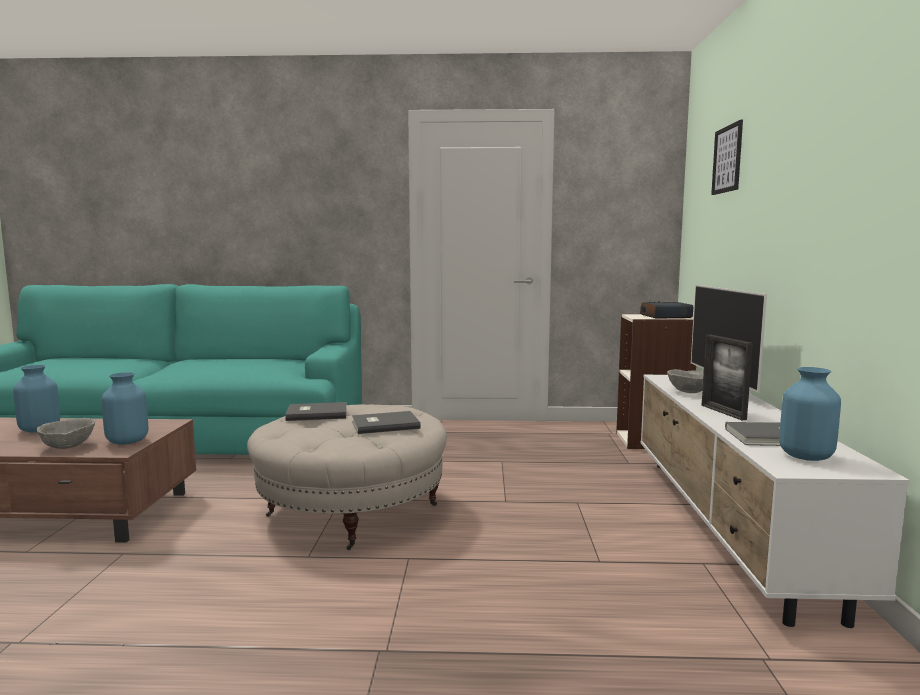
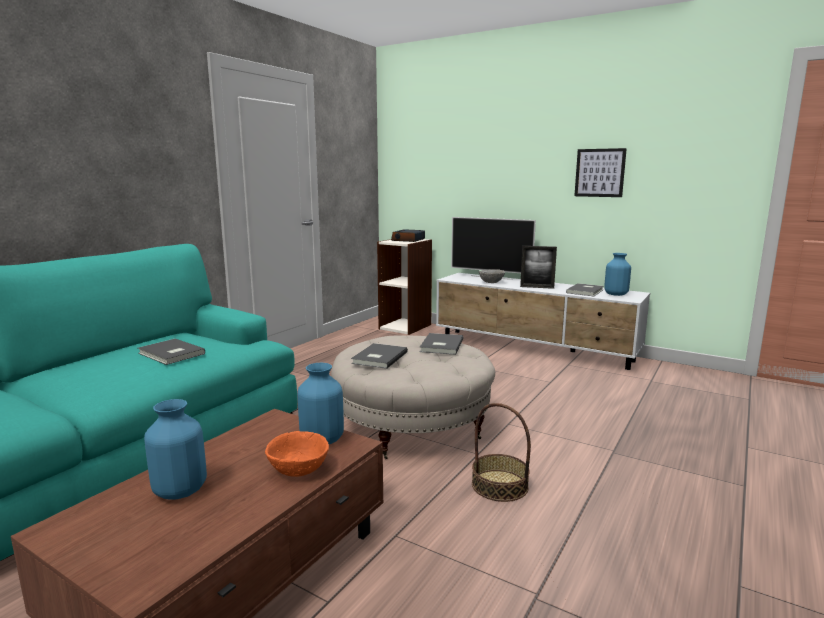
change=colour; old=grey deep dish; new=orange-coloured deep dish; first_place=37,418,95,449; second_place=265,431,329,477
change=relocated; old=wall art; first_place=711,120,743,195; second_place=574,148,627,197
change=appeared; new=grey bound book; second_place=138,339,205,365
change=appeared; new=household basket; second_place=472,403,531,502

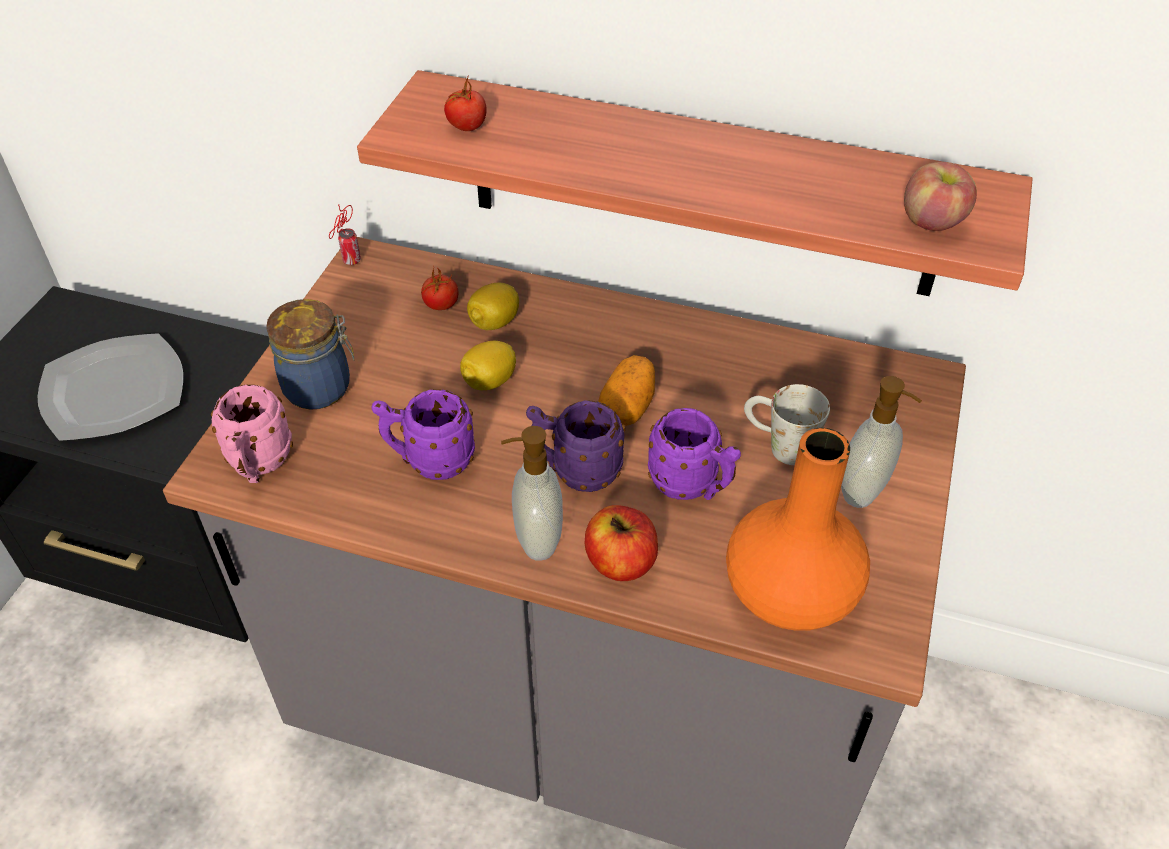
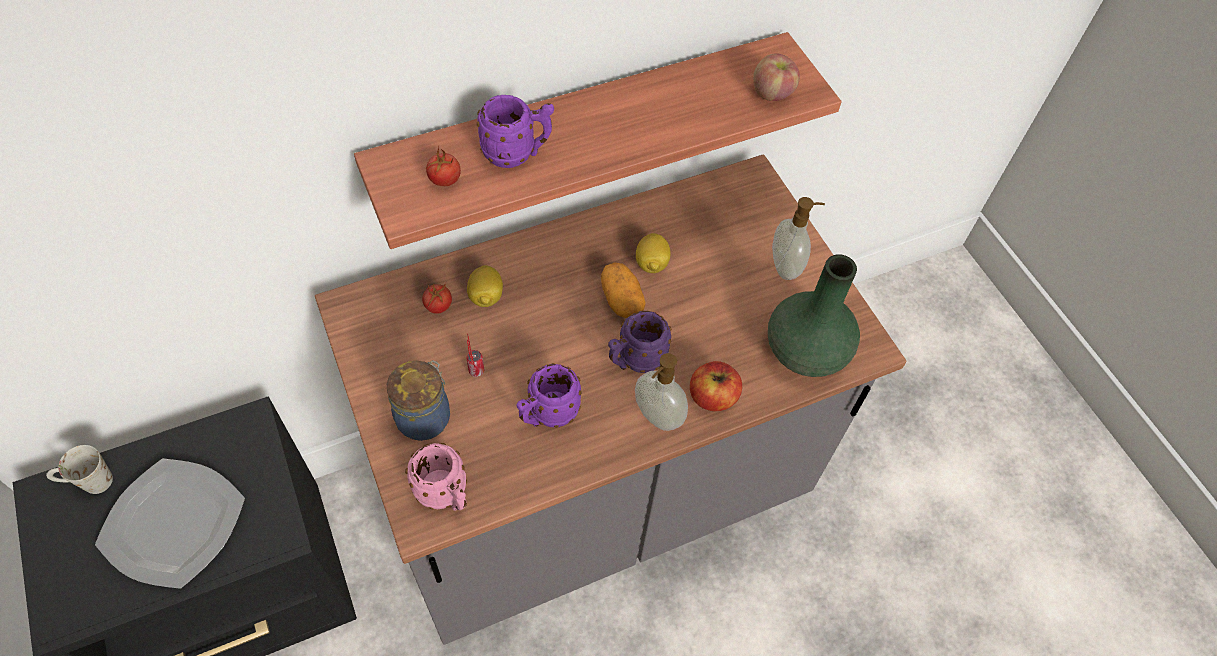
change=relocated; old=can; first_place=329,204,361,265; second_place=467,334,484,377
change=relocated; old=whole lemon; first_place=460,341,516,390; second_place=636,233,671,273
change=relocated; old=purplish mug; first_place=648,408,741,500; second_place=477,95,554,168
change=colour; old=orange-coloured vase; new=greenish vase; first_place=726,428,870,631; second_place=768,254,860,377
change=relocated; old=whitish mug; first_place=744,384,830,465; second_place=46,445,113,494

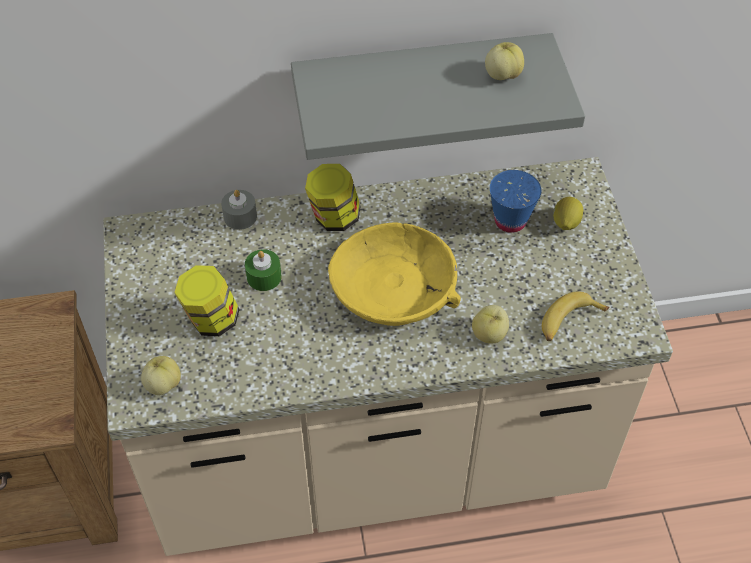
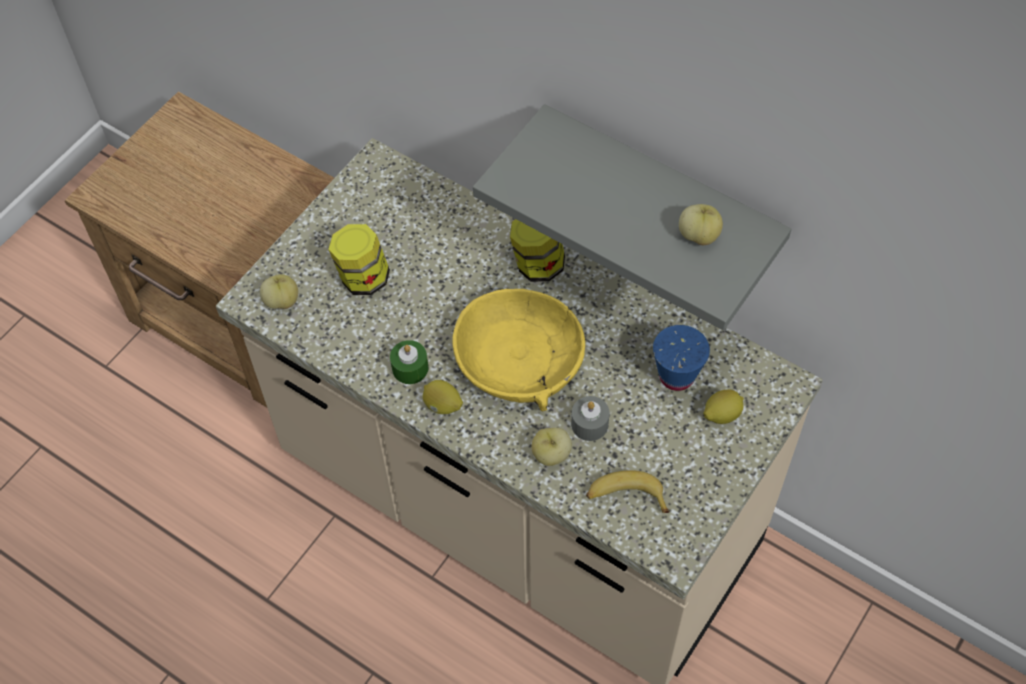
change=relocated; old=grey wax light; first_place=221,190,257,230; second_place=571,396,610,441
change=relocated; old=greenish wax light; first_place=245,249,281,291; second_place=390,340,428,384
change=appeared; new=whole lemon; second_place=422,380,463,414

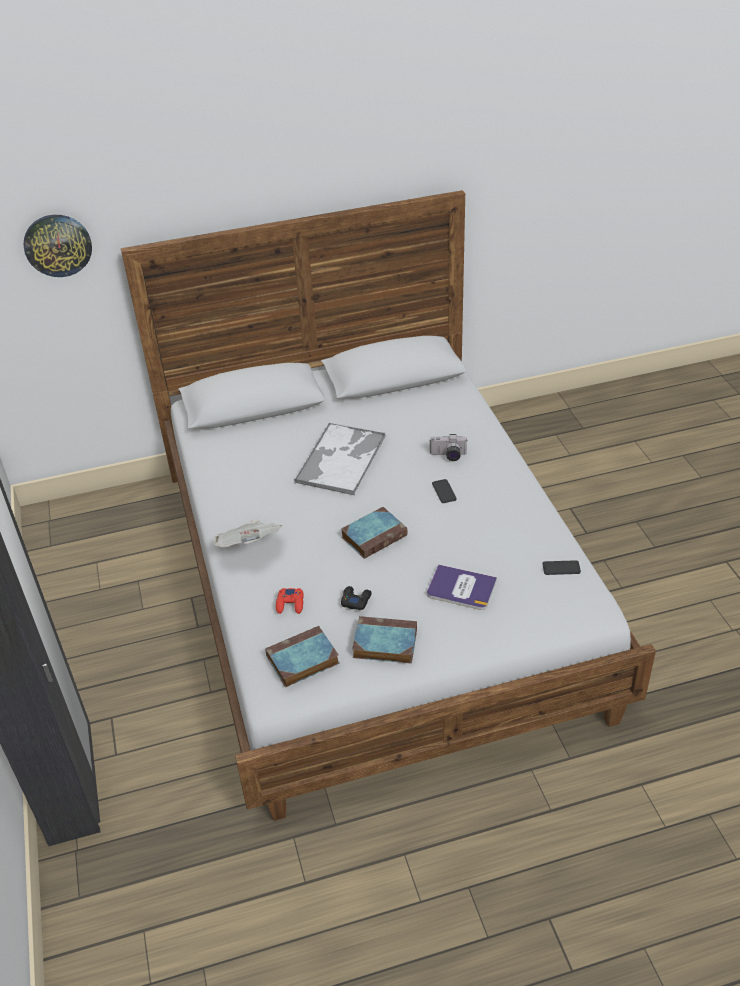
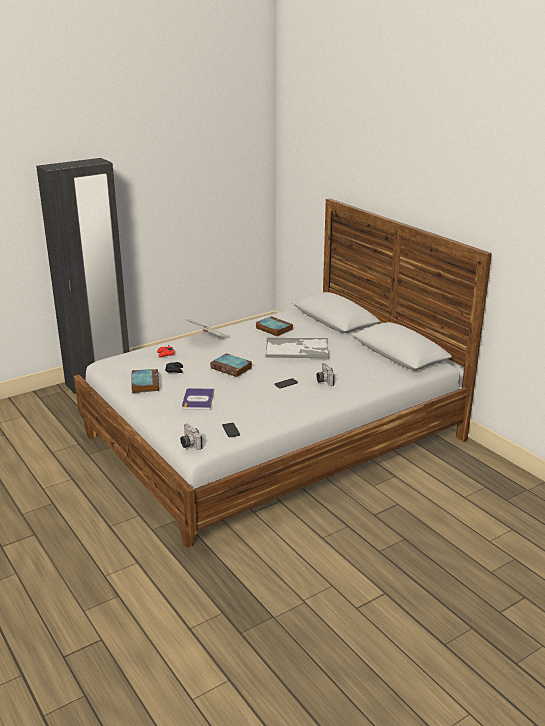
change=missing; old=hanging clock; first_place=24,215,92,277
change=relocated; old=bound book; first_place=265,626,339,687; second_place=256,316,293,337
change=appeared; new=photo camera; second_place=180,424,203,450

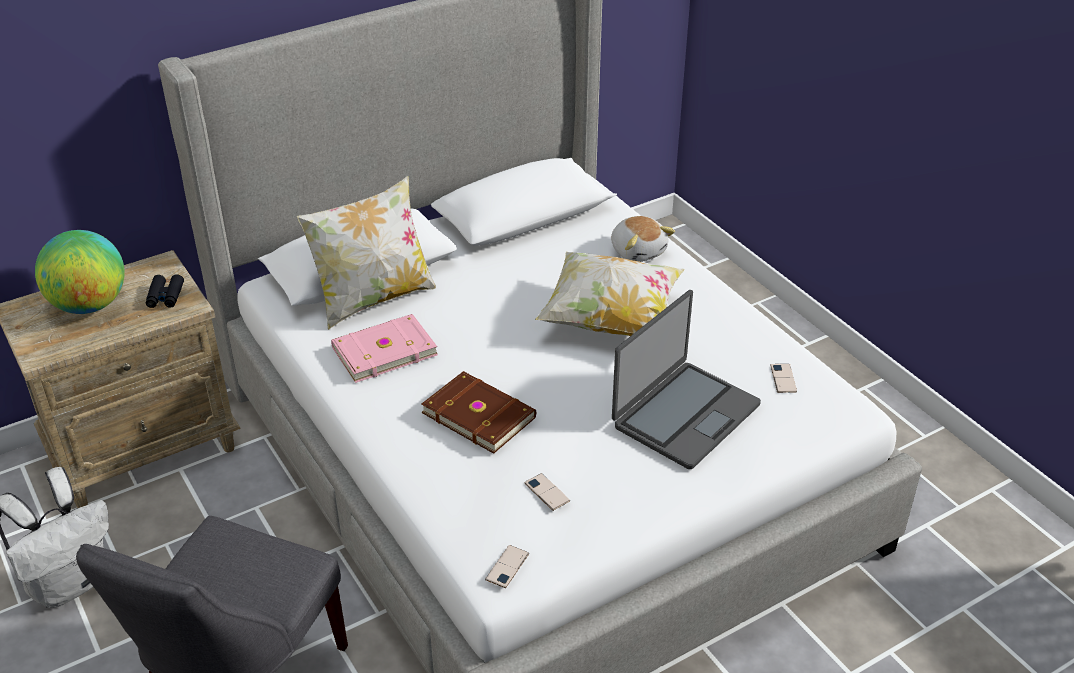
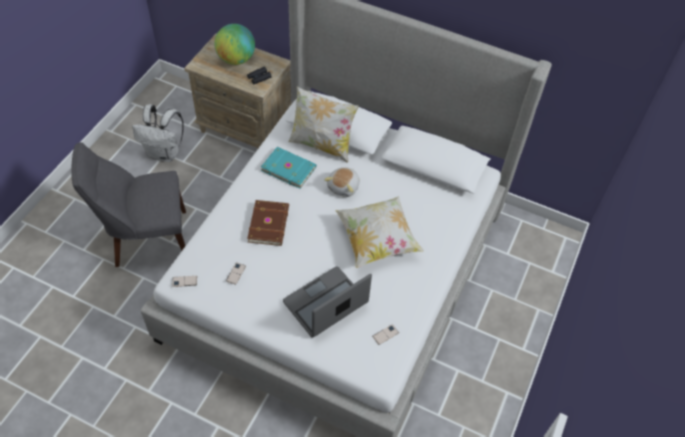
change=colour; old=pinkish bound book; new=turquoise bound book; first_place=331,314,438,383; second_place=261,147,317,189
change=relocated; old=soft toy; first_place=611,216,675,262; second_place=324,167,360,197
change=spun; old=portable computer; first_place=612,290,761,469; second_place=283,266,372,337; degrees=135

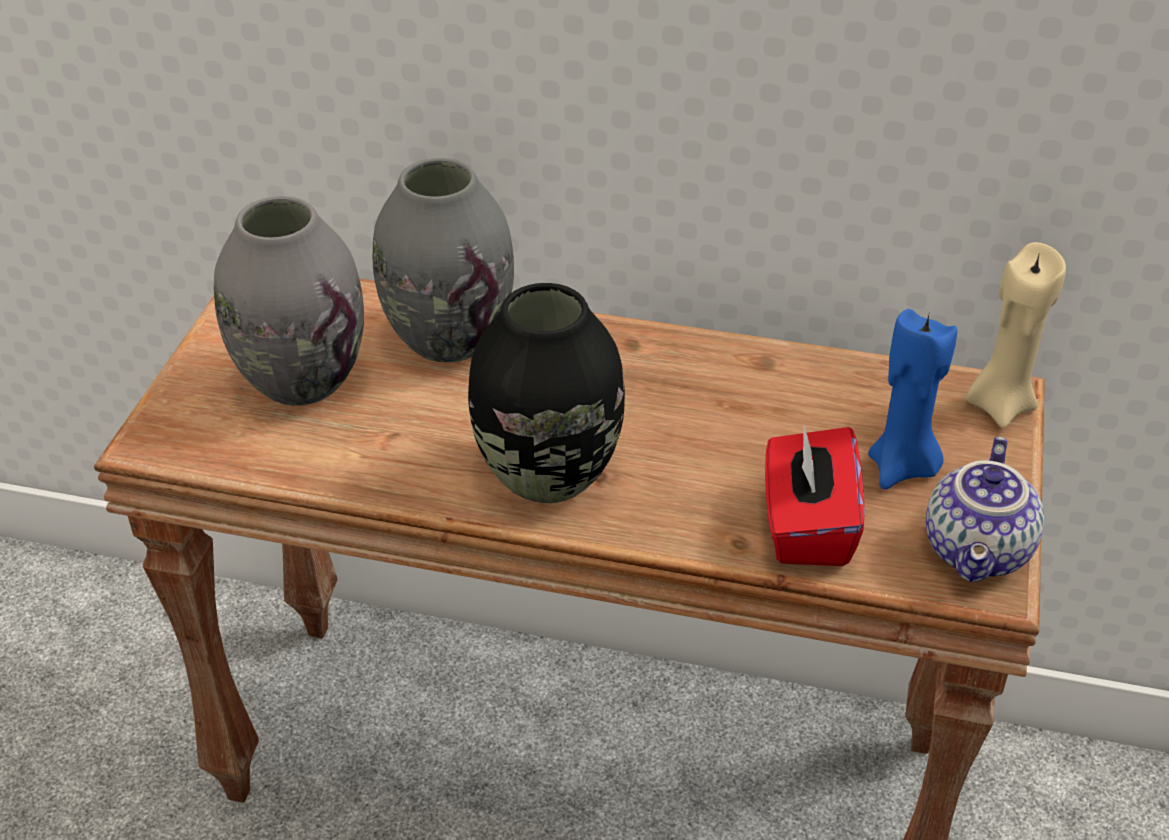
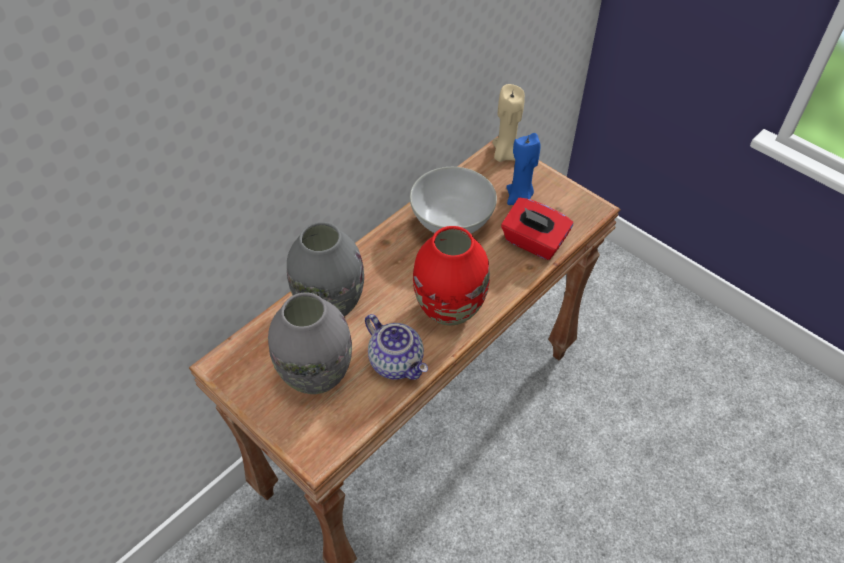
change=colour; old=black-coloured vase; new=red vase; first_place=468,283,625,503; second_place=413,226,490,325
change=relocated; old=teapot; first_place=926,436,1044,582; second_place=365,314,428,380
change=appeared; new=whitish deep dish; second_place=410,167,497,234

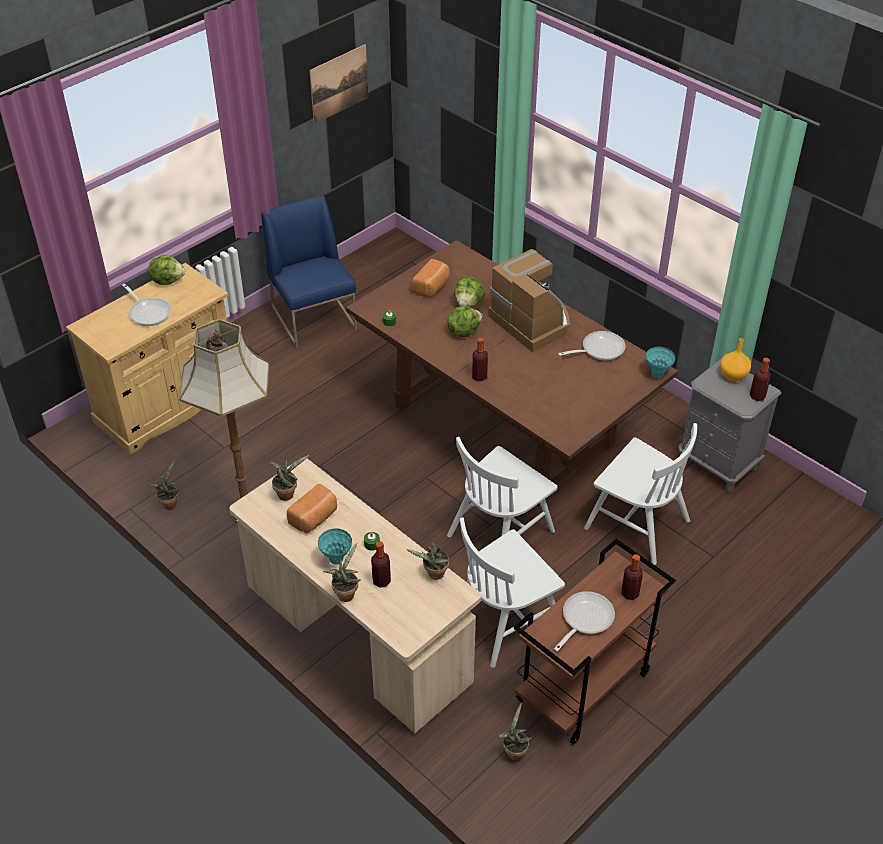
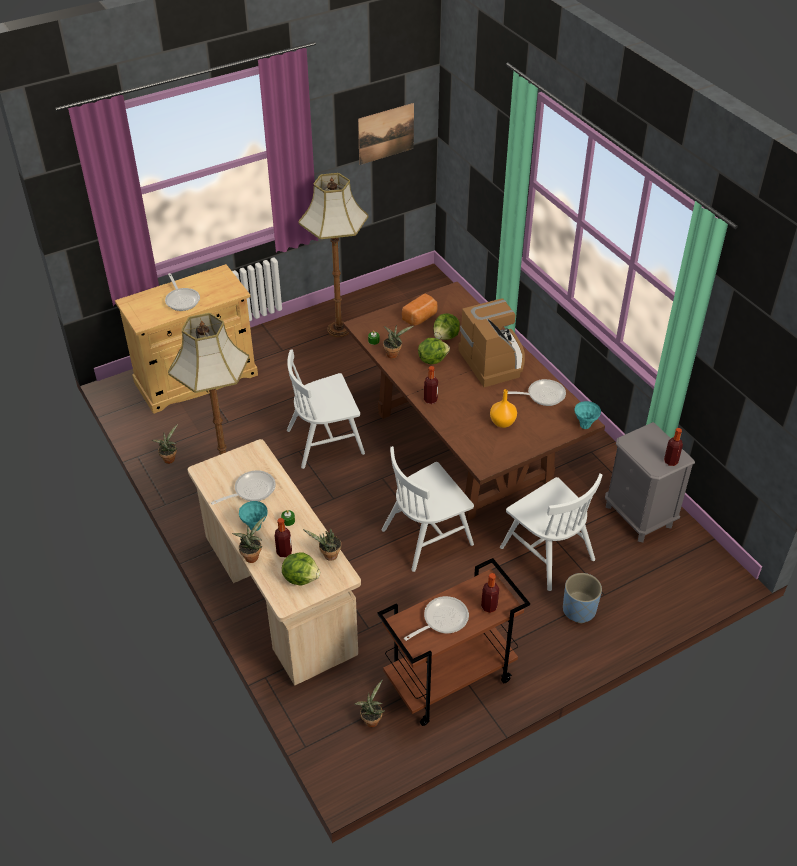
change=relocated; old=head of lettuce; first_place=148,255,185,285; second_place=282,552,320,585
change=exchanged; old=blue upright chair; new=standard lamp; first_place=261,195,357,348; second_place=298,173,368,337
change=relocated; old=houseplant; first_place=269,455,309,501; second_place=383,325,414,359
change=exchanged; old=bakery bread; new=pan; first_place=287,484,337,533; second_place=211,470,276,505
change=relocated; old=whitish upright chair; first_place=460,517,565,668; second_place=287,349,365,469
change=relocated; old=orange-coloured vase; first_place=720,338,751,382; second_place=490,389,517,428
change=appeared; new=blue flower pot; second_place=563,573,602,623

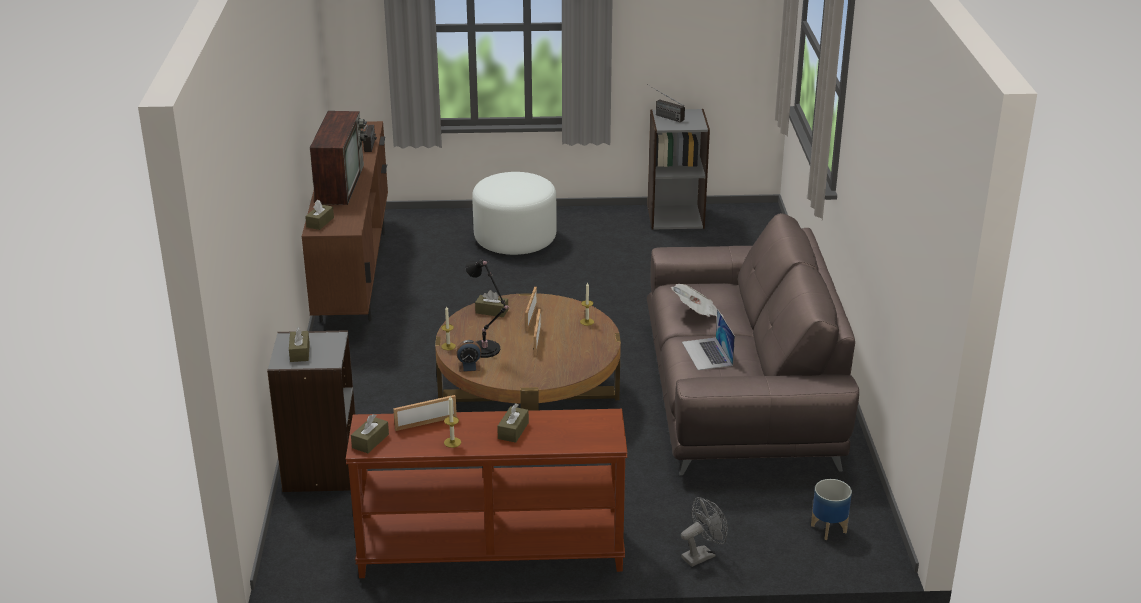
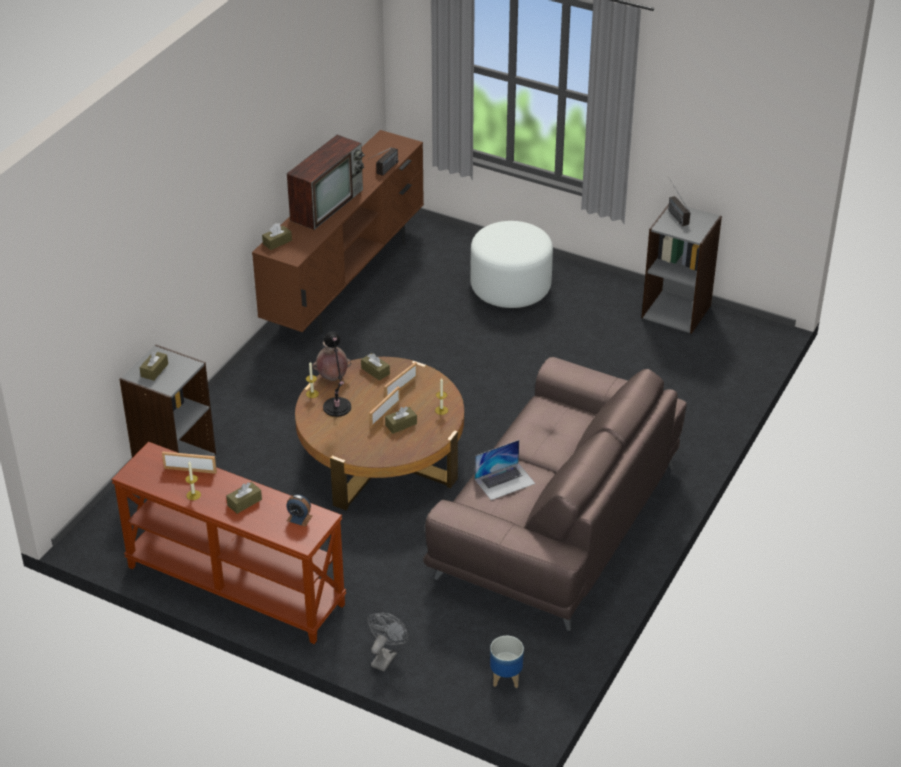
change=relocated; old=brownish box of tissues; first_place=351,414,389,453; second_place=385,406,417,434
change=relocated; old=bedside clock; first_place=456,340,481,372; second_place=287,494,312,527
change=missing; old=newspaper; first_place=671,284,724,317
change=spun; old=grey fan; first_place=681,497,728,567; second_place=367,613,409,671; degrees=-60
change=spun; old=portable computer; first_place=682,309,735,370; second_place=474,440,535,500; degrees=-135
change=appeared; new=brownish vase; second_place=312,341,351,381

